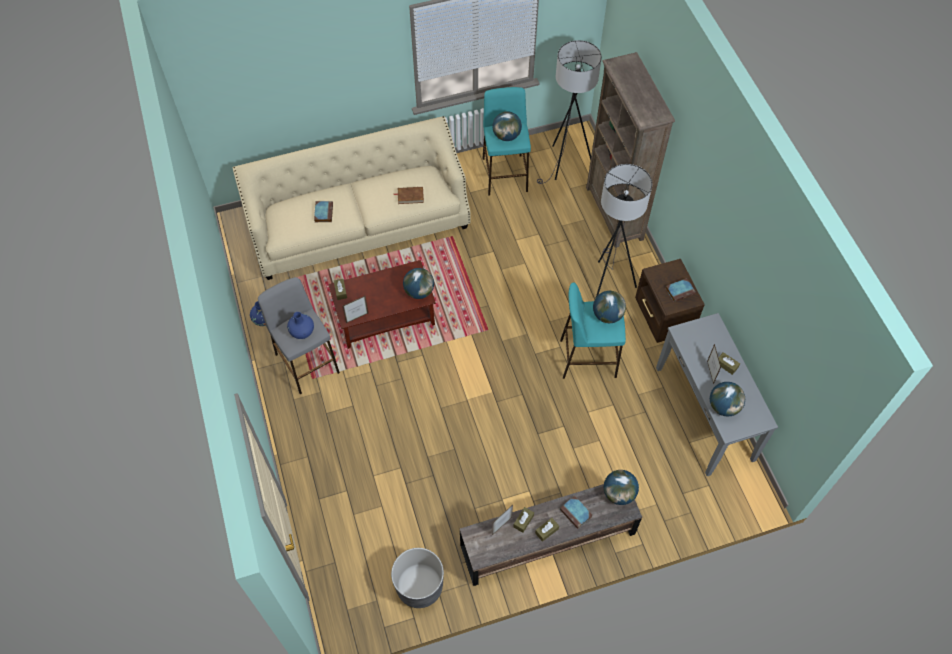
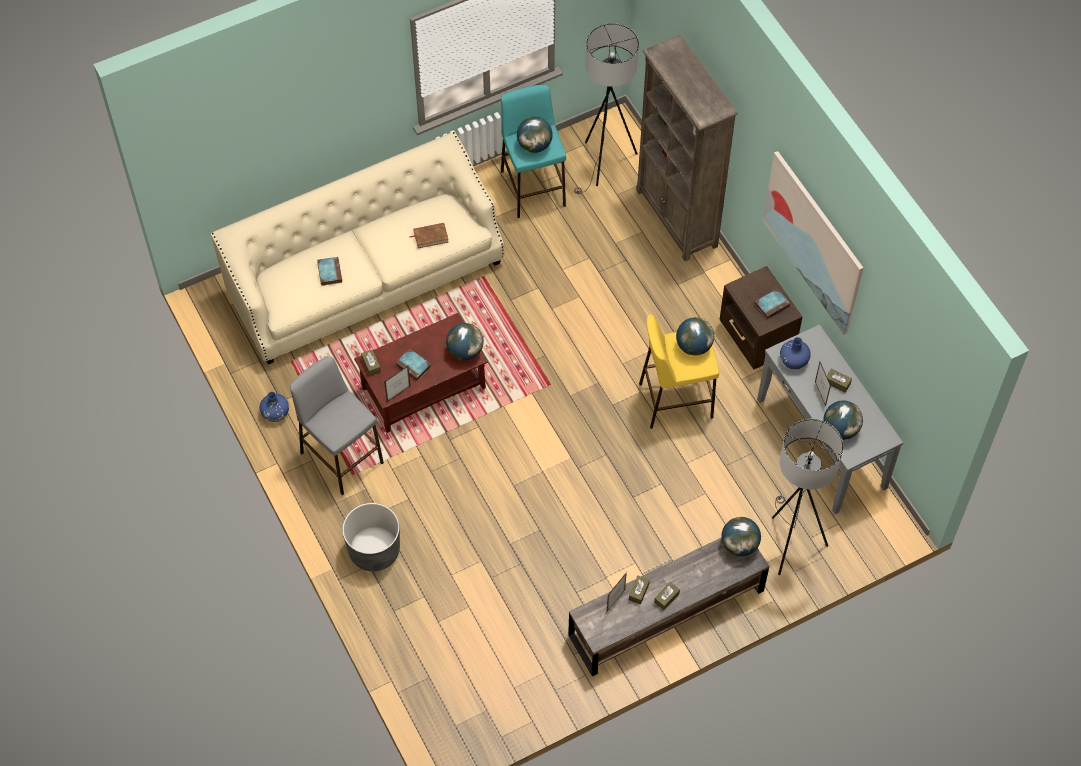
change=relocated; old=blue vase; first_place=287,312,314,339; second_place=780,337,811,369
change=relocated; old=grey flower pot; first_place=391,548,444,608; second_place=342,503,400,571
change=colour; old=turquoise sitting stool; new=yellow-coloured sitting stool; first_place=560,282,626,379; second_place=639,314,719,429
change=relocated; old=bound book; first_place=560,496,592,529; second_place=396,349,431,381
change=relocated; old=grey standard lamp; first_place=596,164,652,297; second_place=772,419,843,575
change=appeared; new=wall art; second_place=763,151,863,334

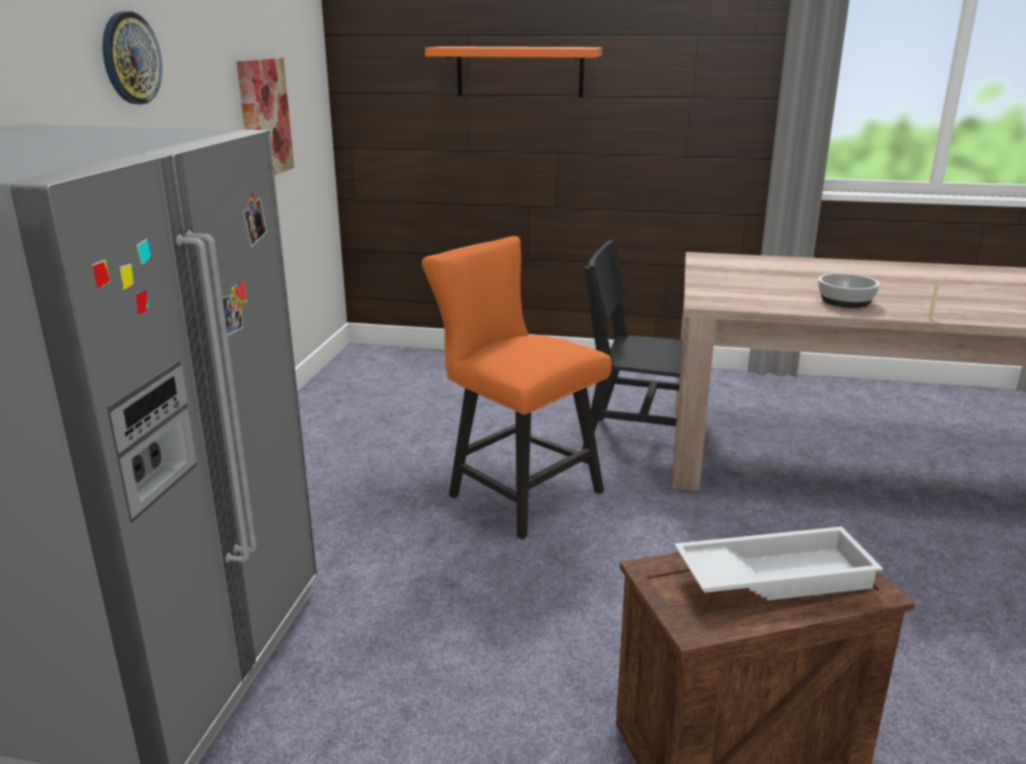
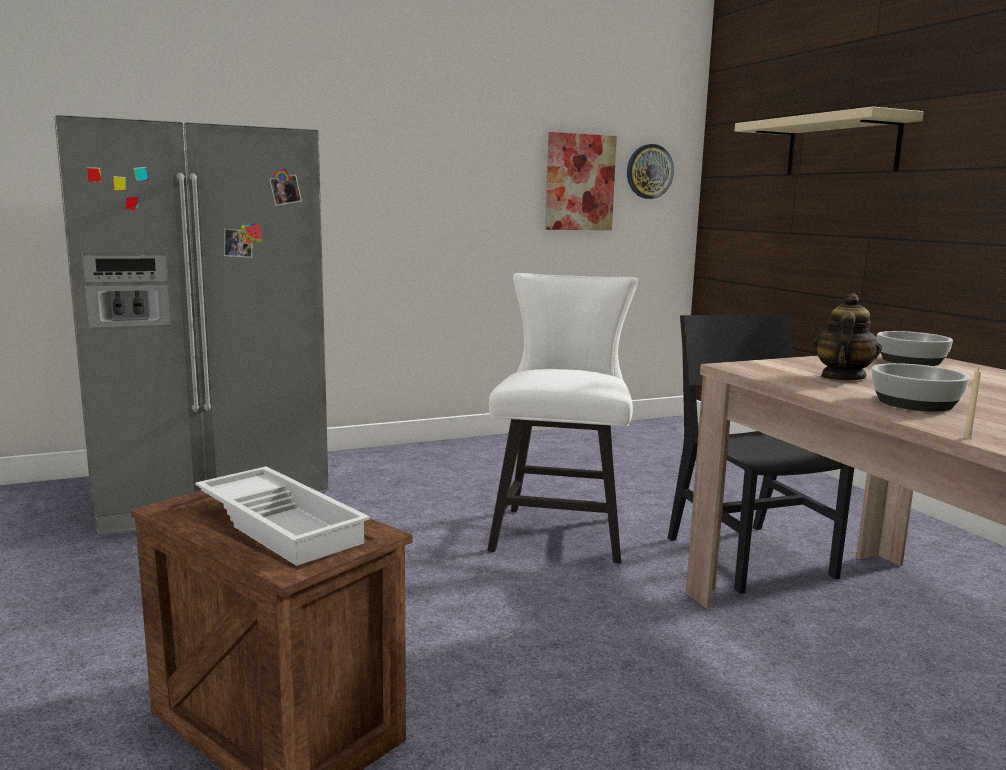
change=relocated; old=hanging clock; first_place=103,11,162,104; second_place=627,144,674,199
change=colour; old=orange-coloured upright chair; new=whitish upright chair; first_place=422,236,612,539; second_place=487,273,638,563
change=colour; old=orange-coloured shelf; new=beige-coloured shelf; first_place=425,46,602,97; second_place=735,106,923,175
change=appeared; new=teapot; second_place=813,293,882,380
change=appeared; new=deep dish; second_place=877,331,953,366

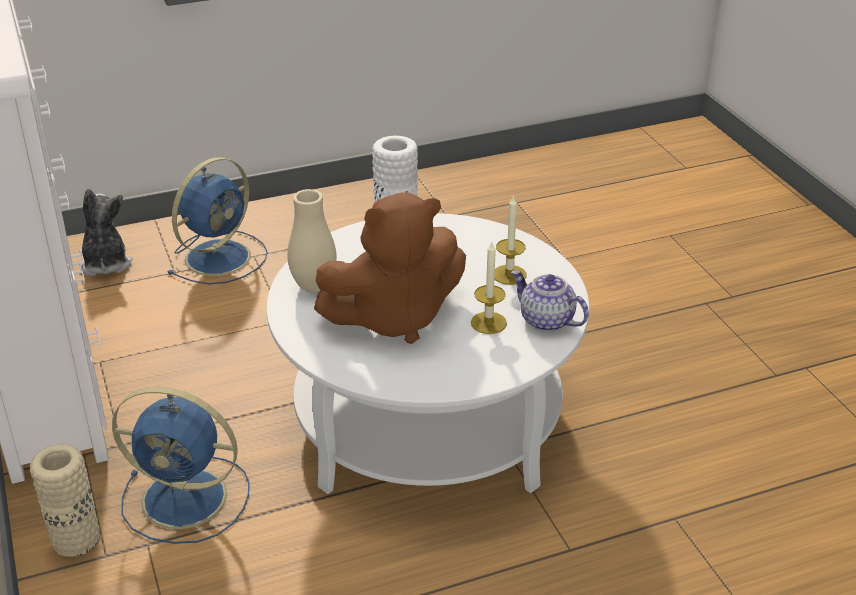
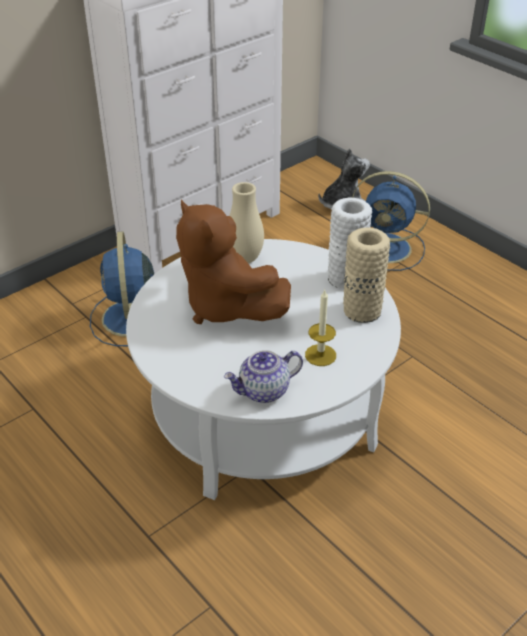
change=relocated; old=beige-coloured vase; first_place=30,444,100,557; second_place=343,227,390,323
change=missing; old=wax light; first_place=471,242,507,334
change=spun; old=teapot; first_place=511,270,589,332; second_place=224,350,303,403; degrees=-135

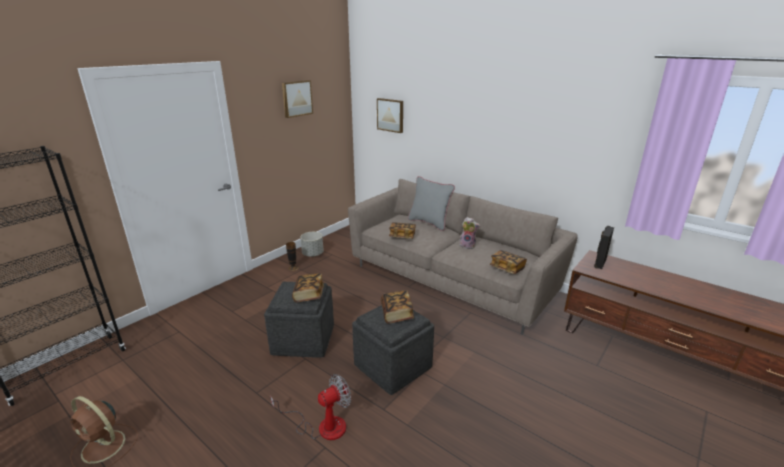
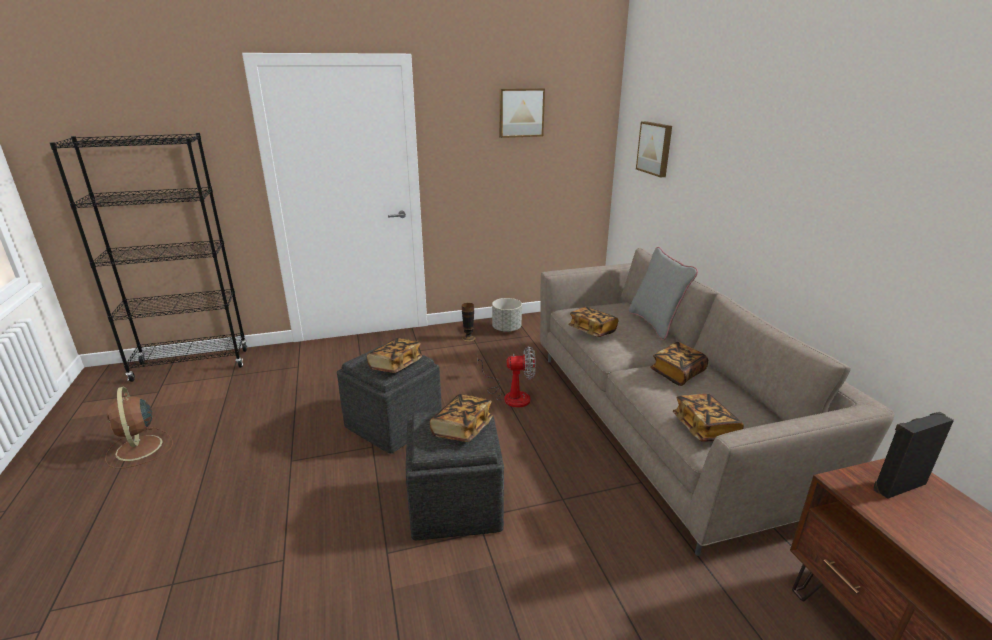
change=relocated; old=fan; first_place=270,374,351,440; second_place=477,346,536,408
change=exchanged; old=soft toy; new=bound book; first_place=459,217,480,249; second_place=650,342,708,386

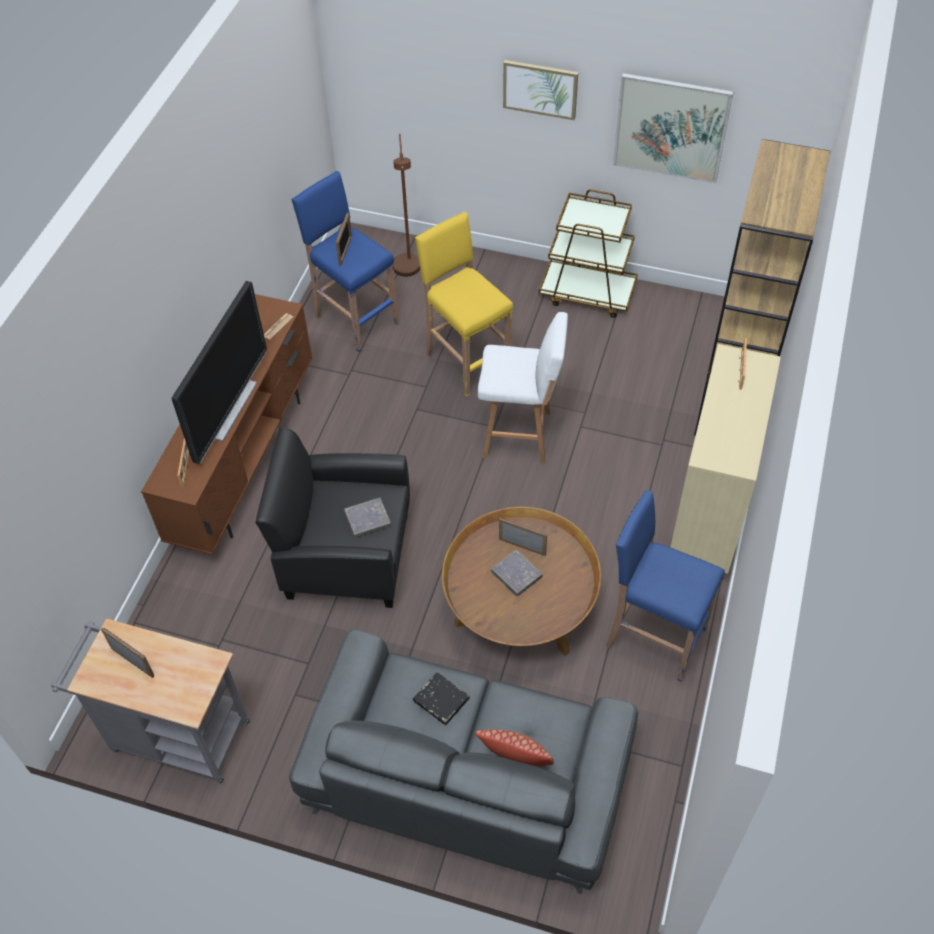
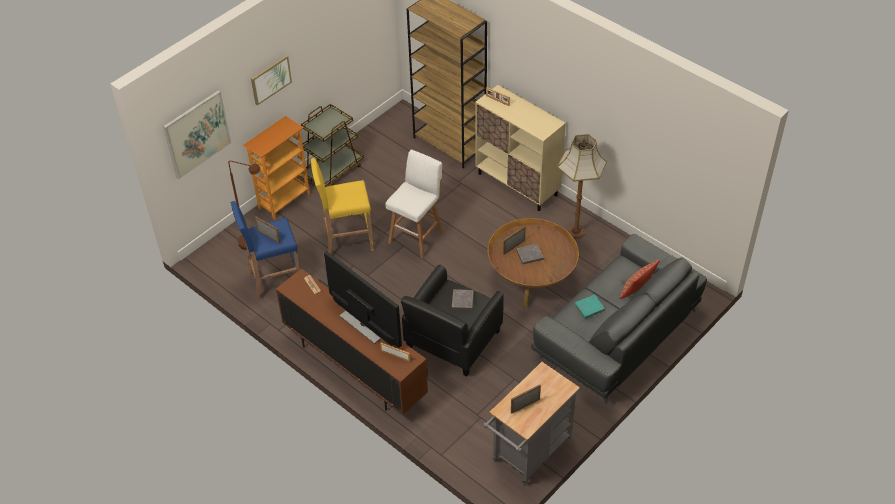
change=colour; old=black-coloured bound book; new=turquoise bound book; first_place=413,672,470,725; second_place=575,294,605,319
change=exchanged; old=blue sitting stool; new=standard lamp; first_place=606,490,725,682; second_place=557,134,607,239
change=relocated; old=wall art; first_place=613,73,734,184; second_place=163,90,231,179
change=appeared; new=shelving unit; second_place=243,116,310,220

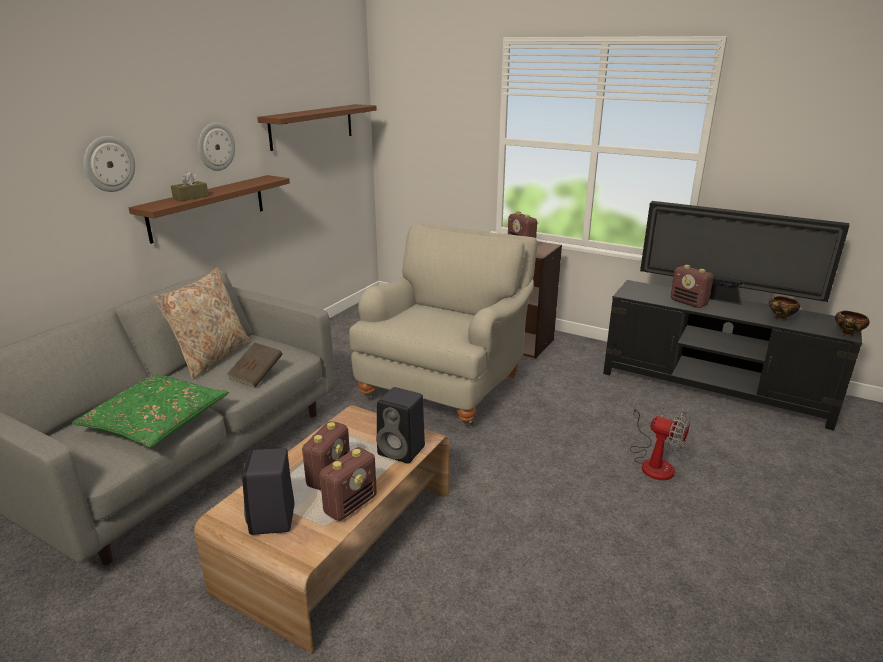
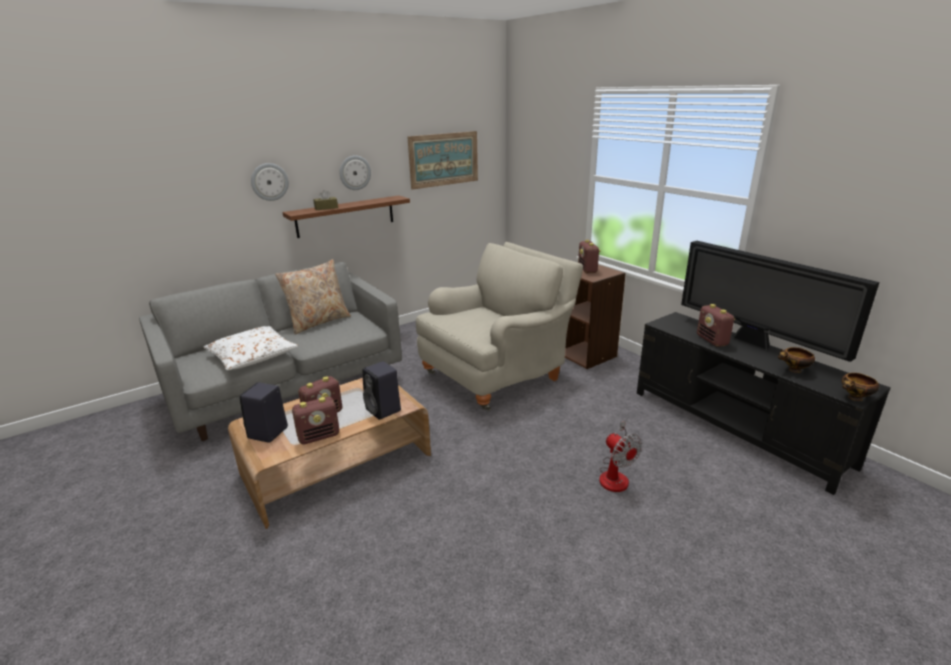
change=colour; old=greenish cushion; new=whitish cushion; first_place=72,374,229,447; second_place=203,326,298,370
change=missing; old=brownish bound book; first_place=226,342,282,388
change=exchanged; old=brownish shelf; new=wall art; first_place=257,104,377,151; second_place=408,131,478,190

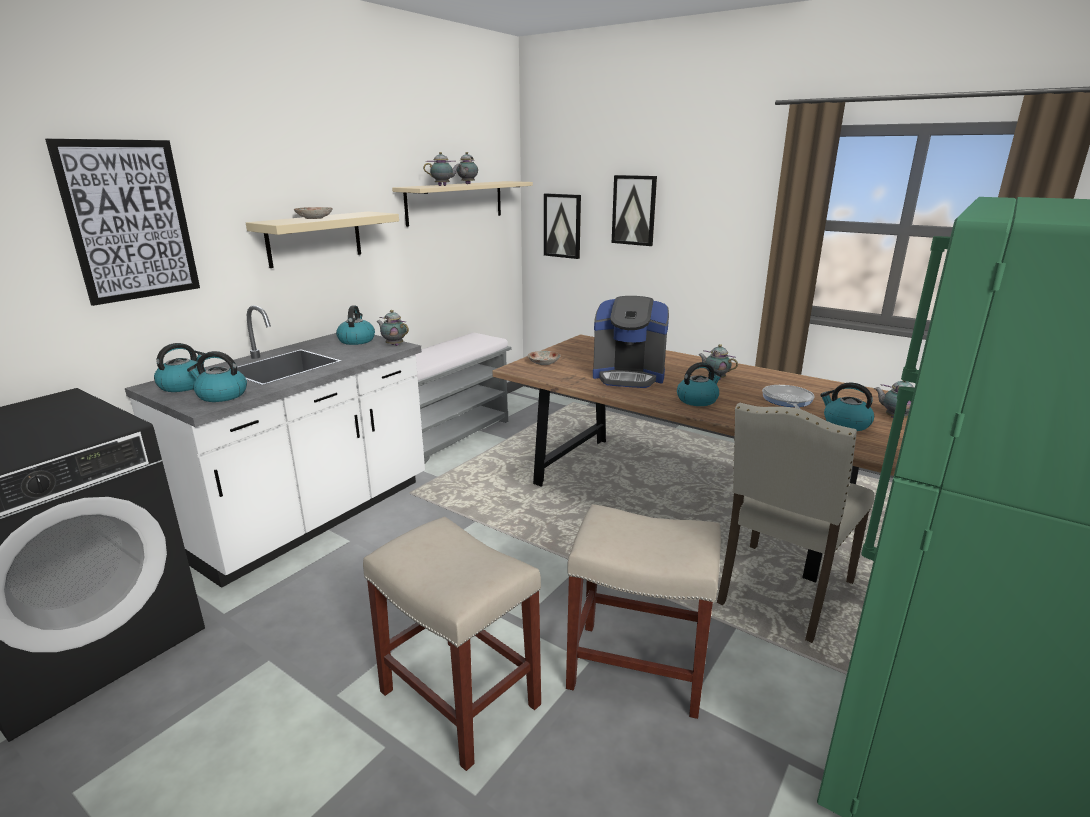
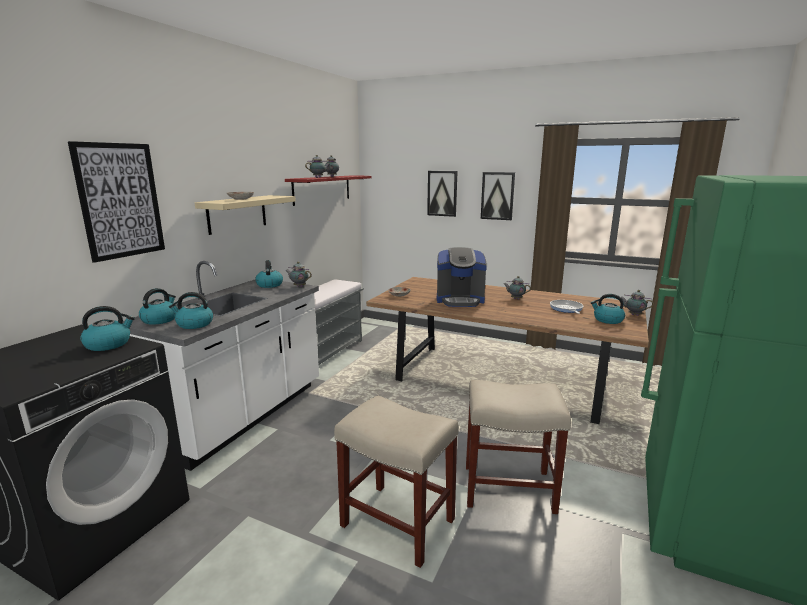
change=colour; old=beige-coloured shelf; new=red shelf; first_place=392,181,533,227; second_place=285,175,372,206
change=relocated; old=wall art; first_place=544,193,581,259; second_place=481,172,515,220
change=relocated; old=tea kettle; first_place=677,362,722,406; second_place=80,306,135,351
change=missing; old=beige-coloured upright chair; first_place=717,402,874,643

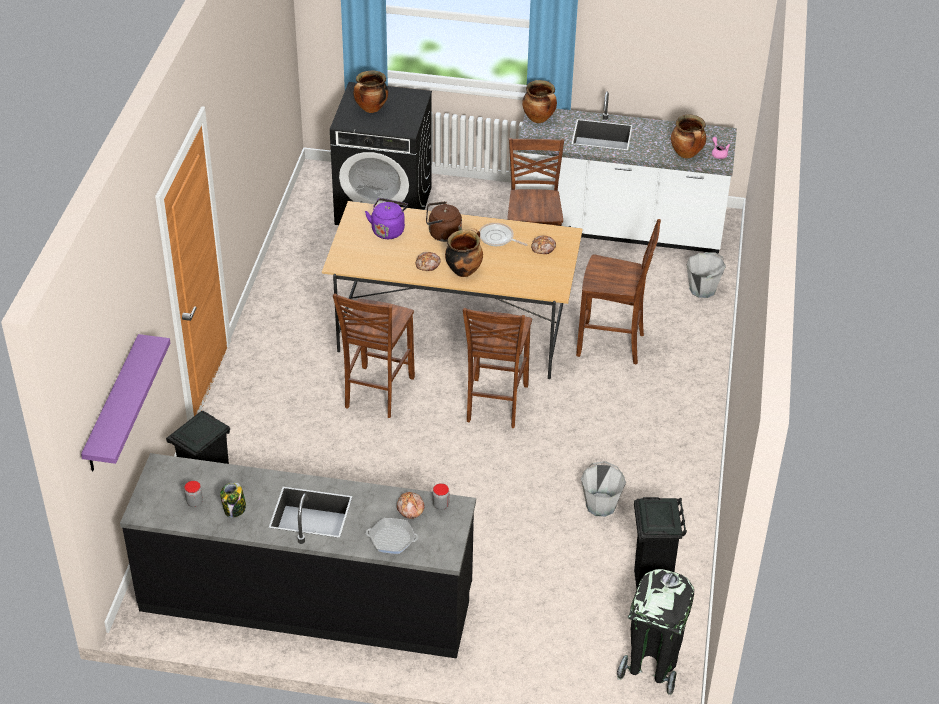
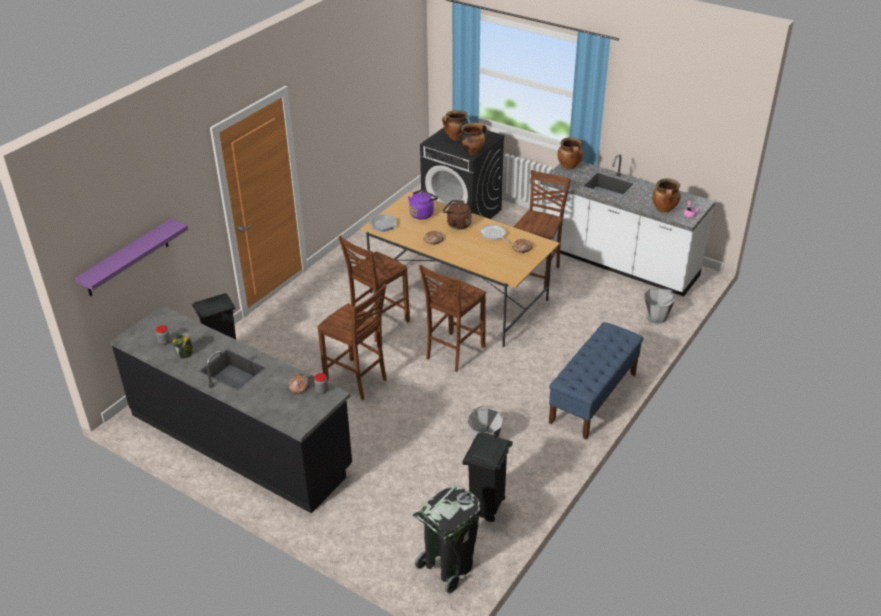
change=relocated; old=pan; first_place=366,518,418,554; second_place=370,214,397,232
change=relocated; old=stockpot; first_place=445,228,483,277; second_place=460,123,487,155
change=relocated; old=brownish upright chair; first_place=576,219,661,364; second_place=317,284,387,400
change=appeared; new=blue long seat; second_place=549,322,644,440

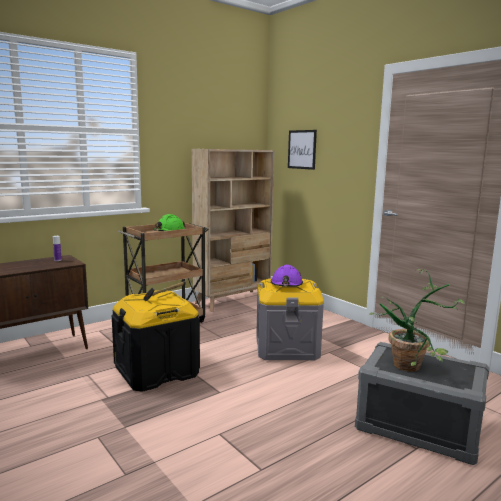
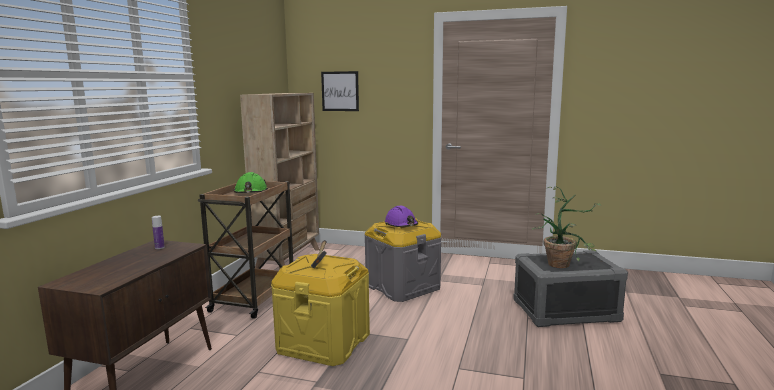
change=colour; old=black-coloured storage box; new=yellow-coloured storage box; first_place=112,290,200,392; second_place=271,254,370,366

